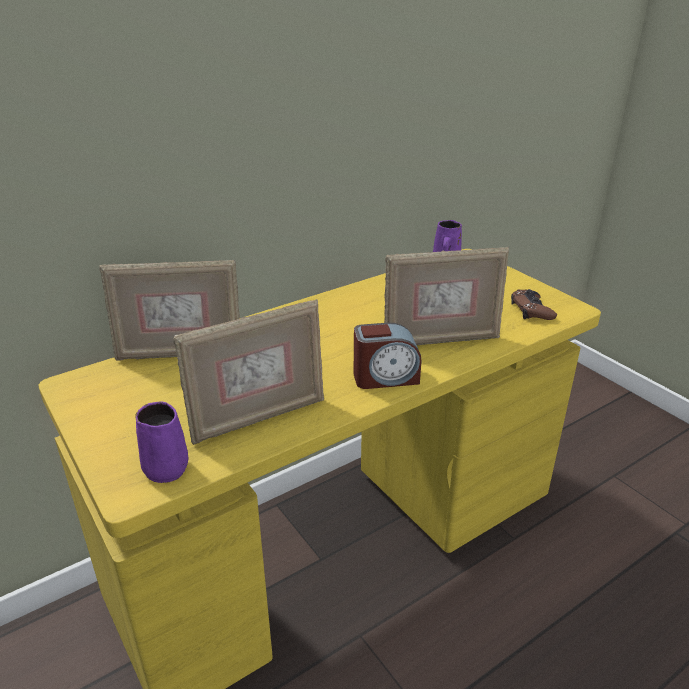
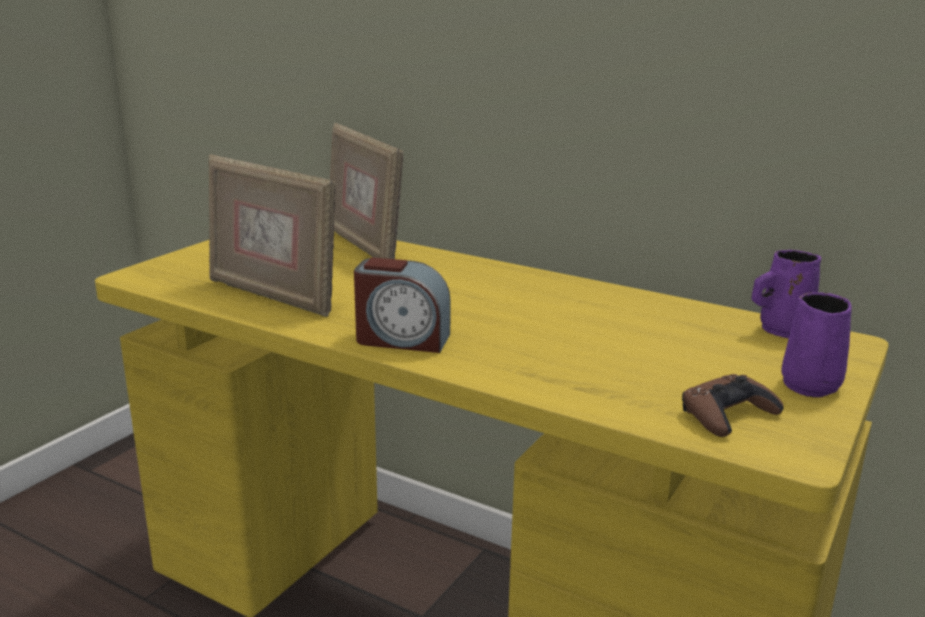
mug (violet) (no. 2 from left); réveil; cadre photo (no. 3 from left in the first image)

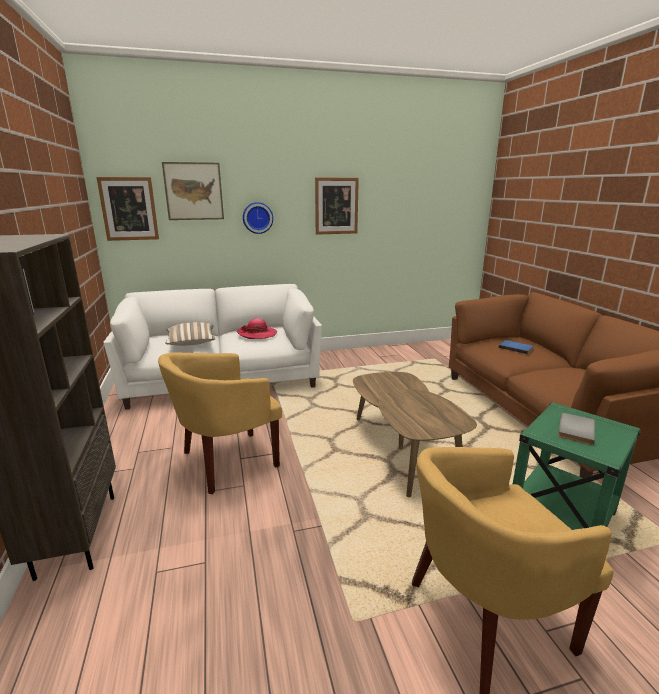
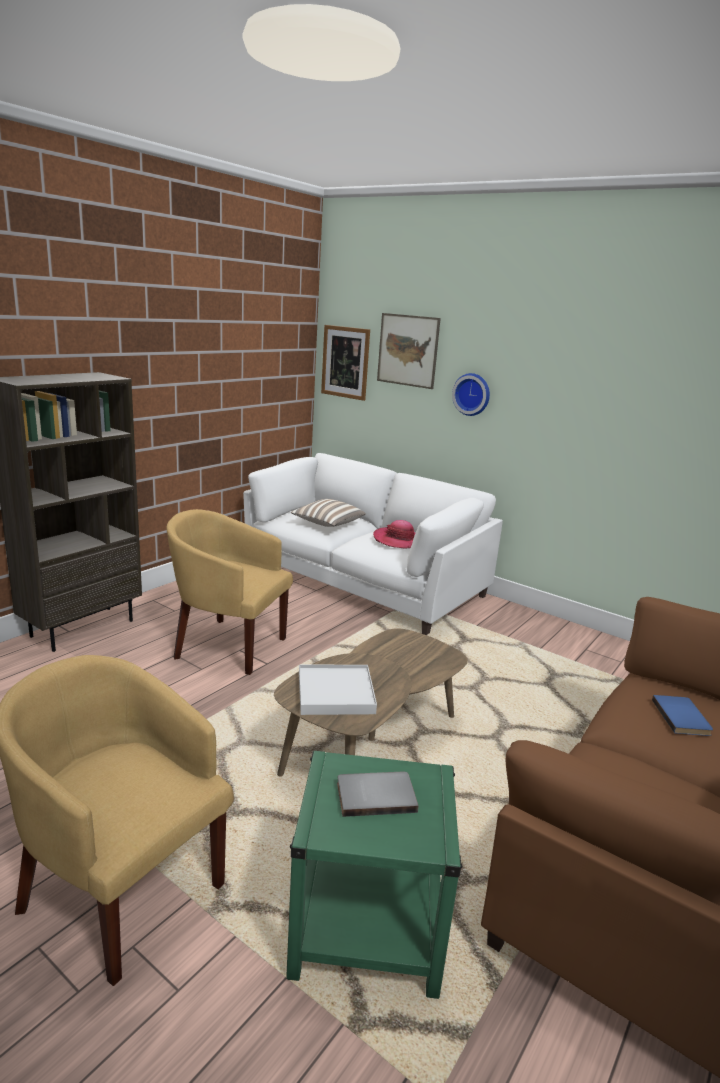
tableau (no. 3 from left in the first image); plateau (blanc)

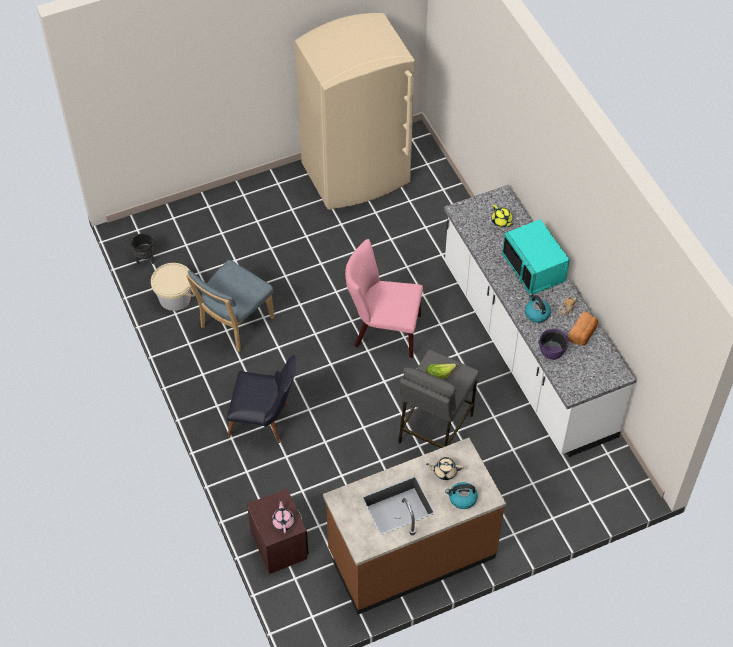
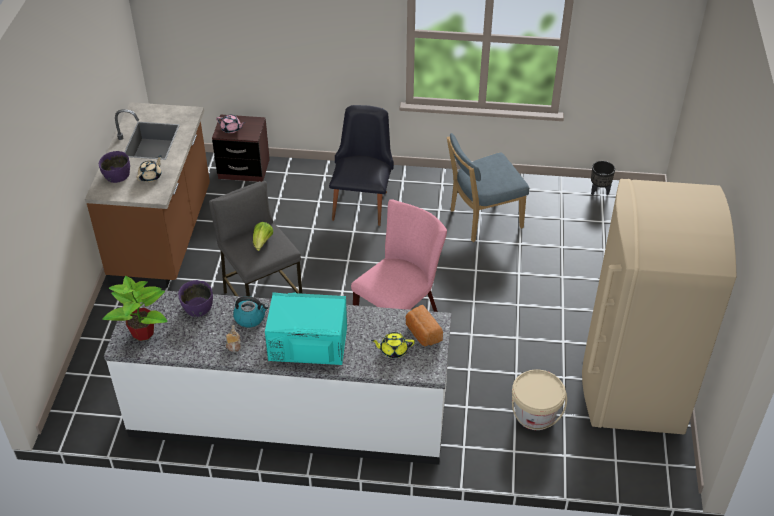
seau (beige); chaise (bleu); chaise (noir); bol (violet) (no. 1 from left); pain; plante en pot

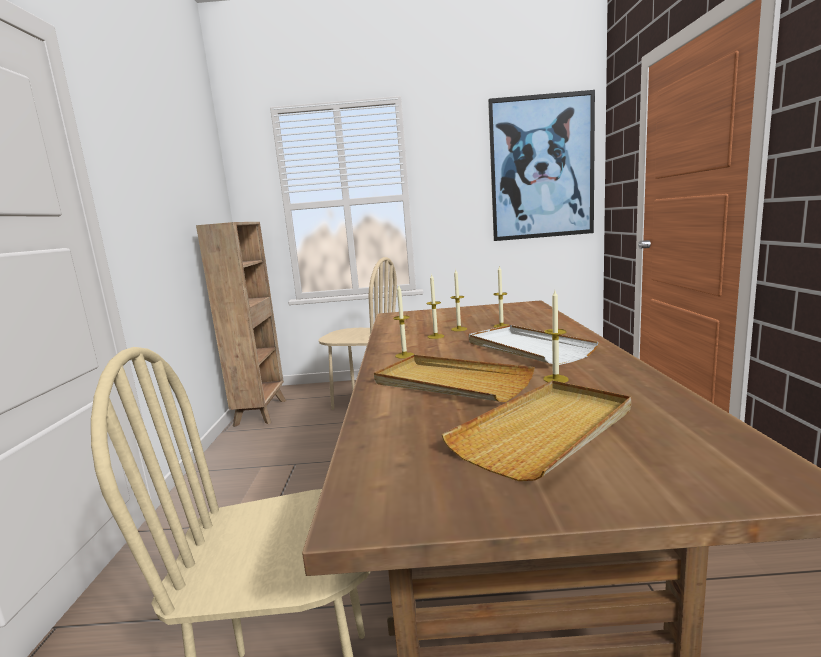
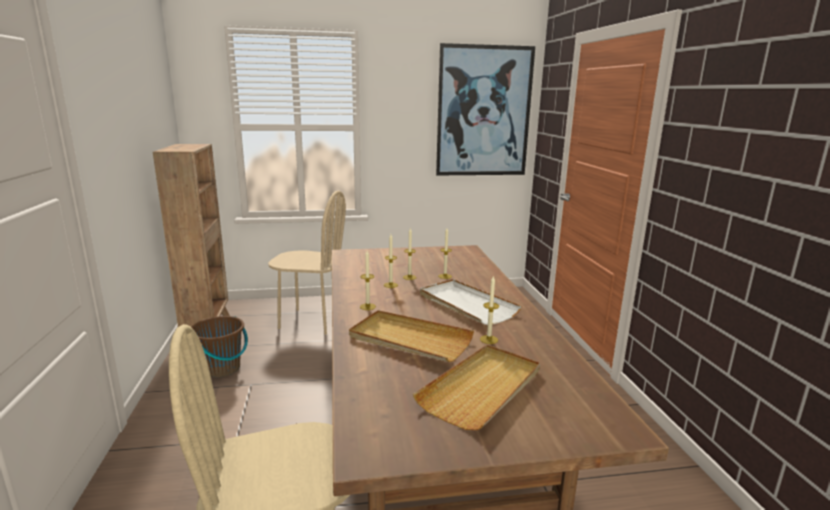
seau (marron)

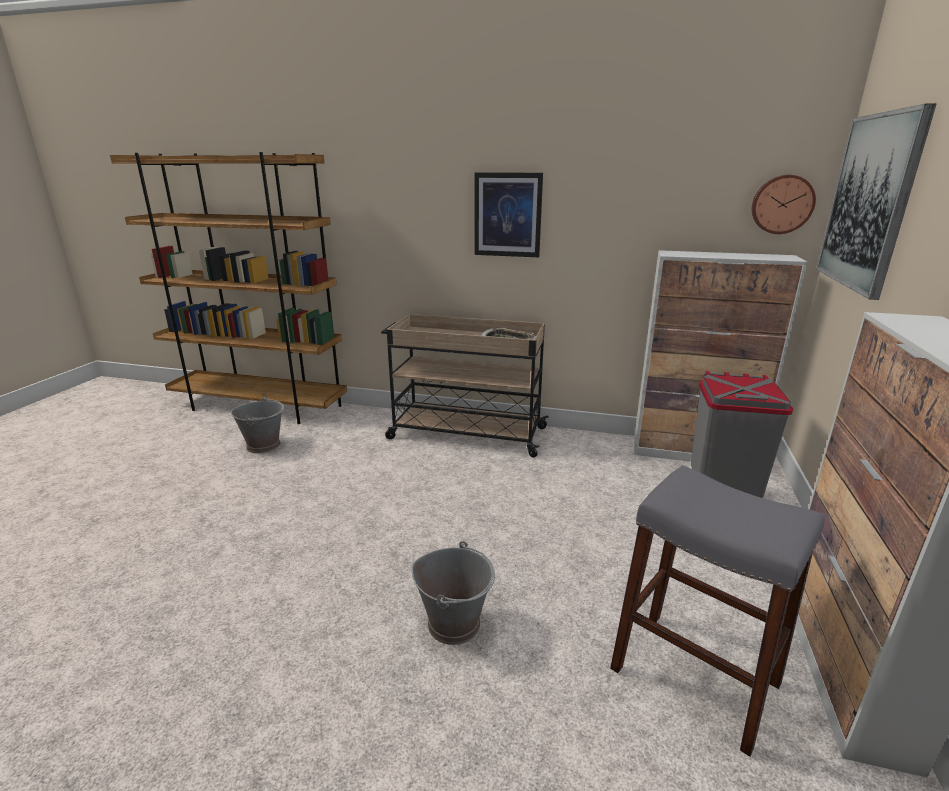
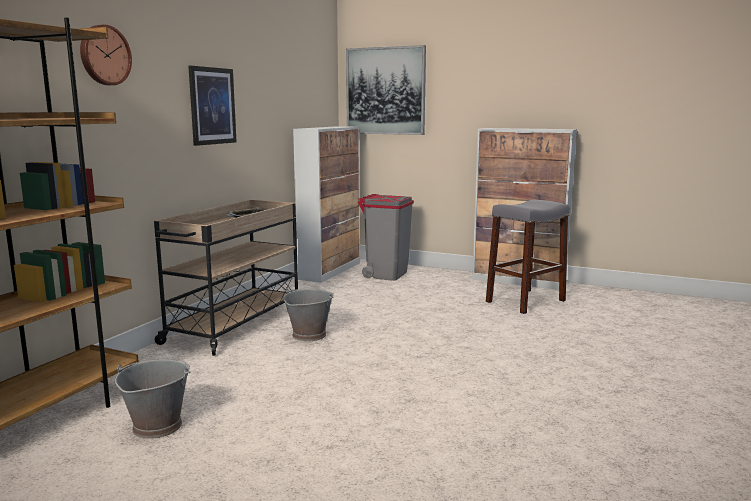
seau (gris) (no. 2 from left); horloge murale

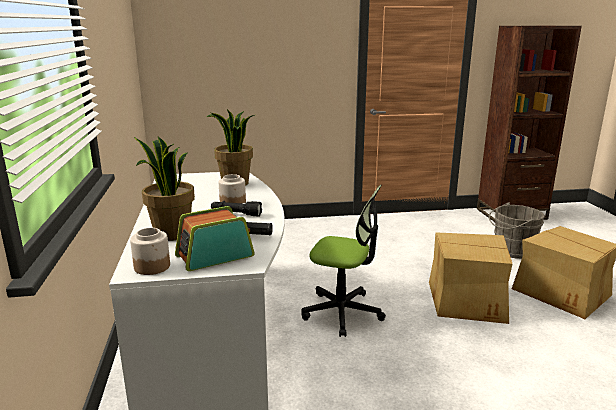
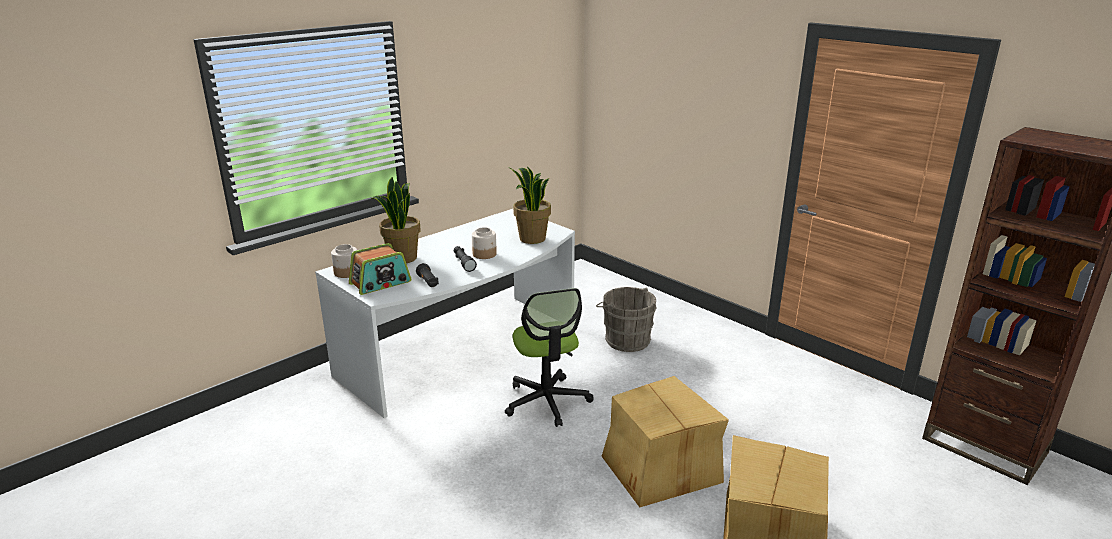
radio; seau (gris)

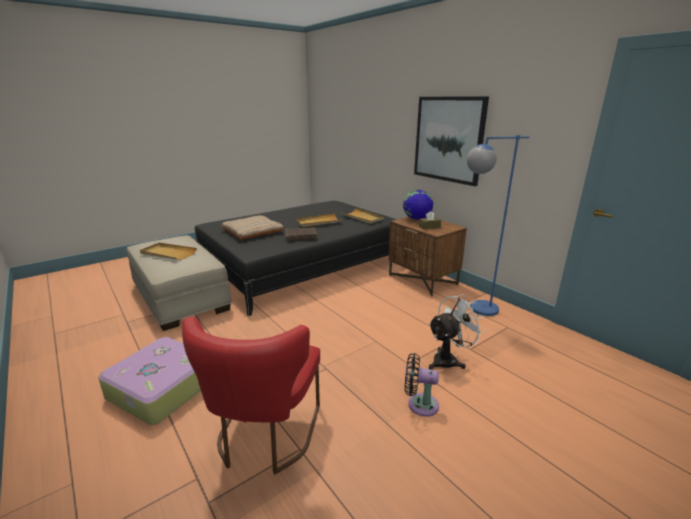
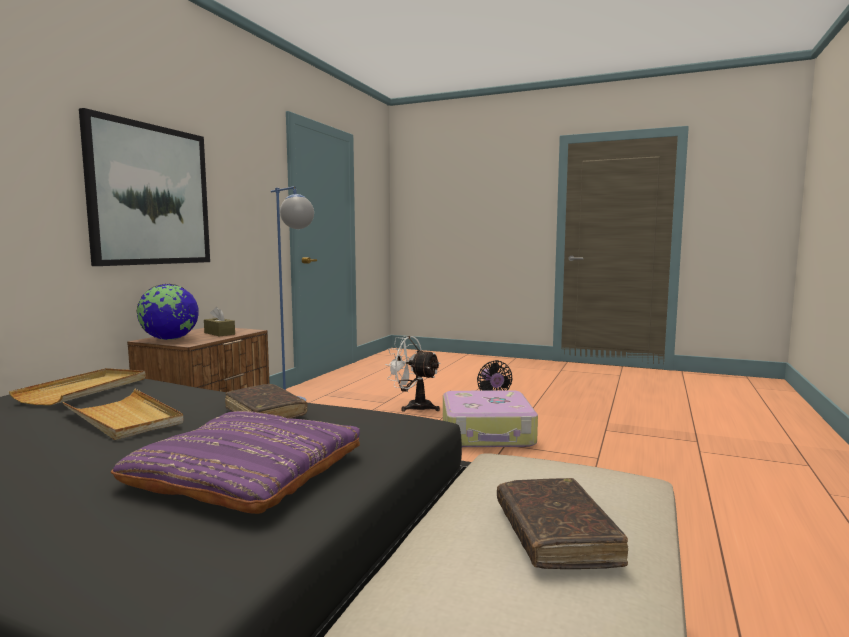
valise; livre (marron) (no. 2 from left); chaise (rouge); coussin (violet)

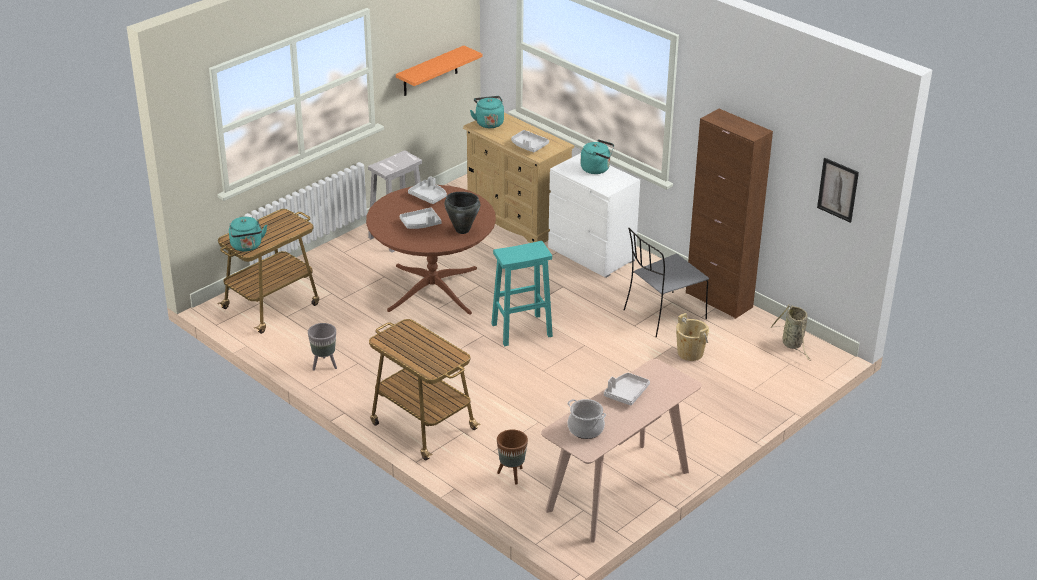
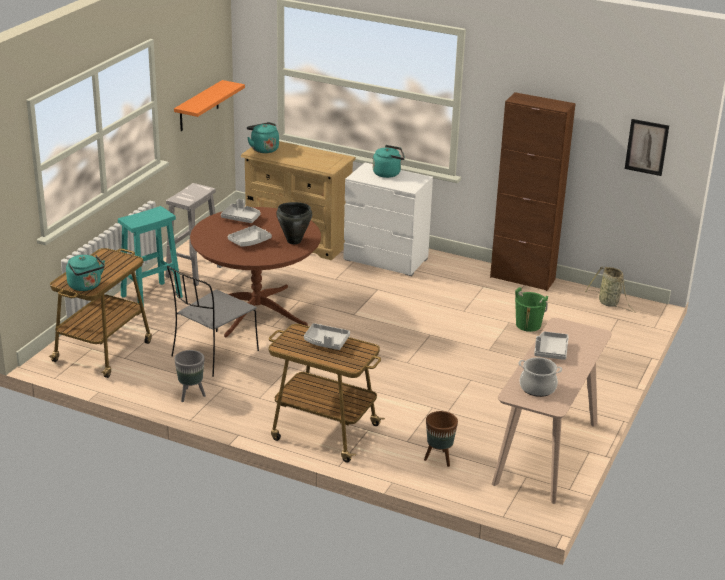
tabouret (turquoise); plateau (gris) (no. 3 from left); chaise (gris); seau (vert)

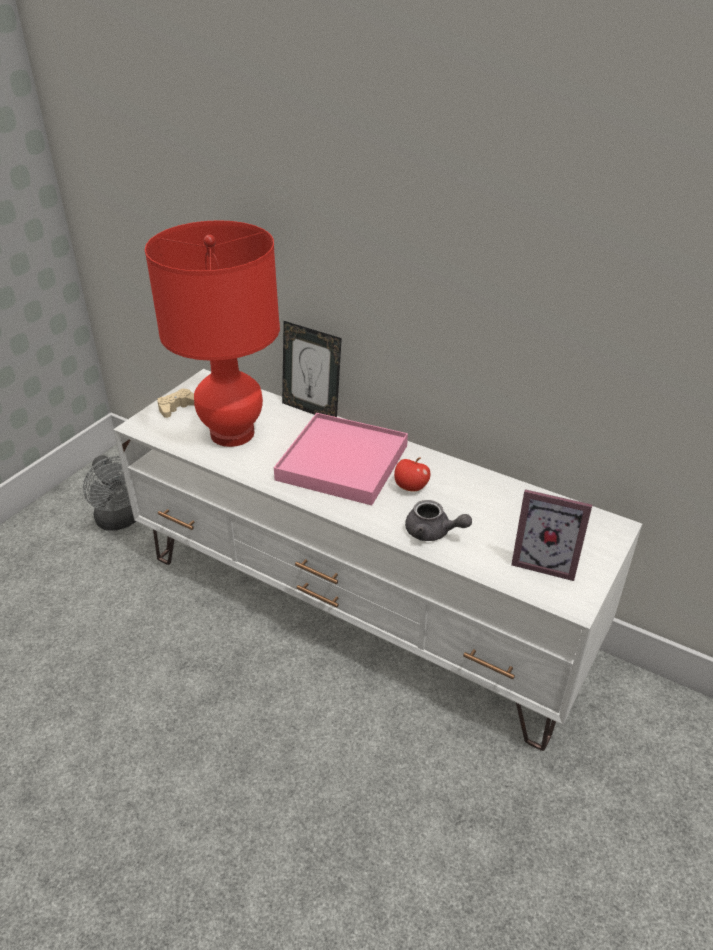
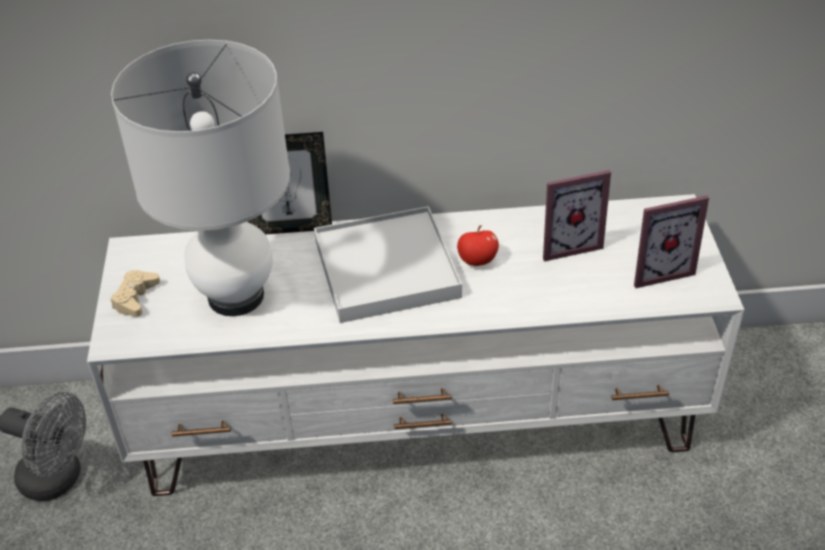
lampe de table (blanc); plateau (blanc); théière (gris); cadre photo (no. 2 from left)

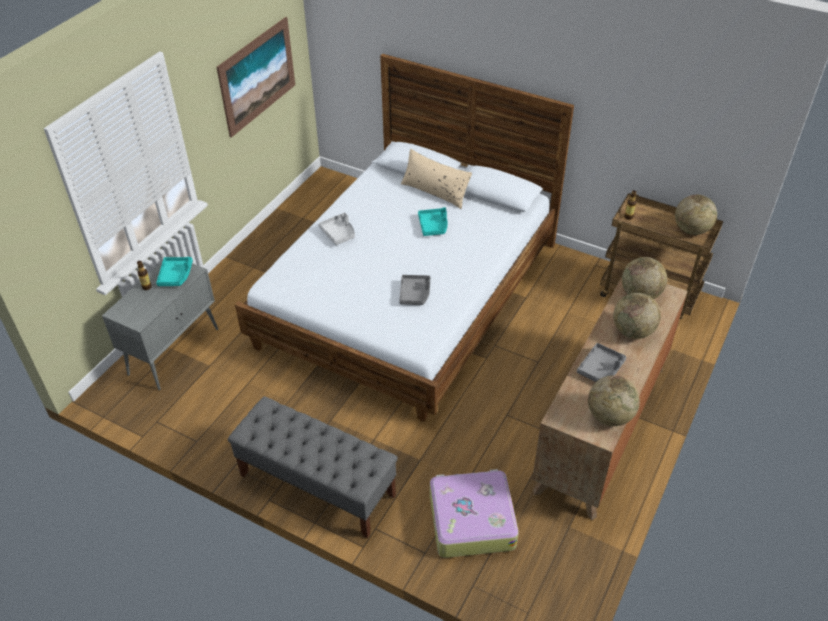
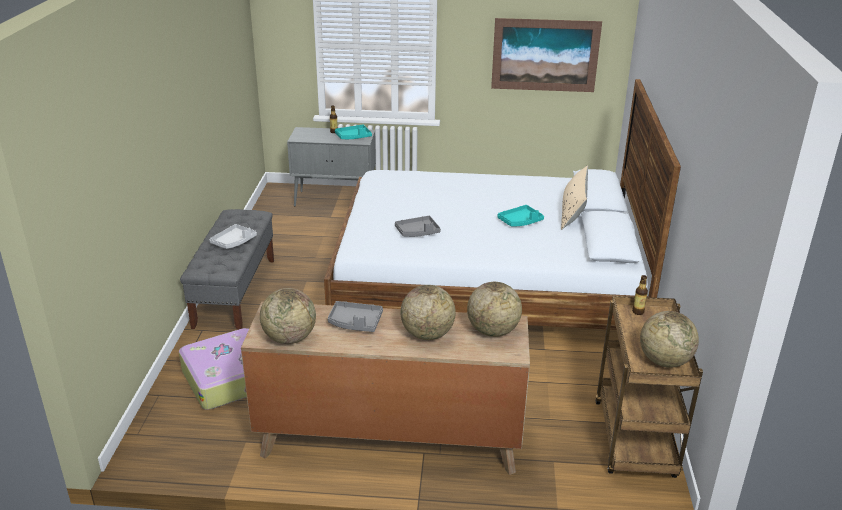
plateau (gris) (no. 1 from left)

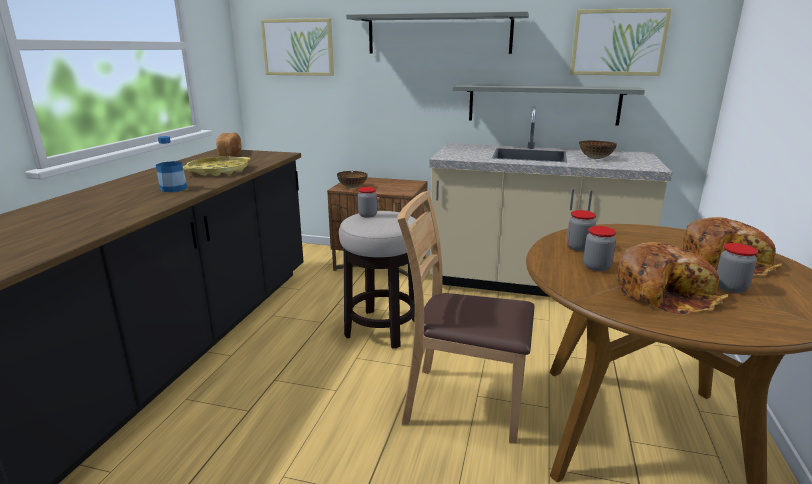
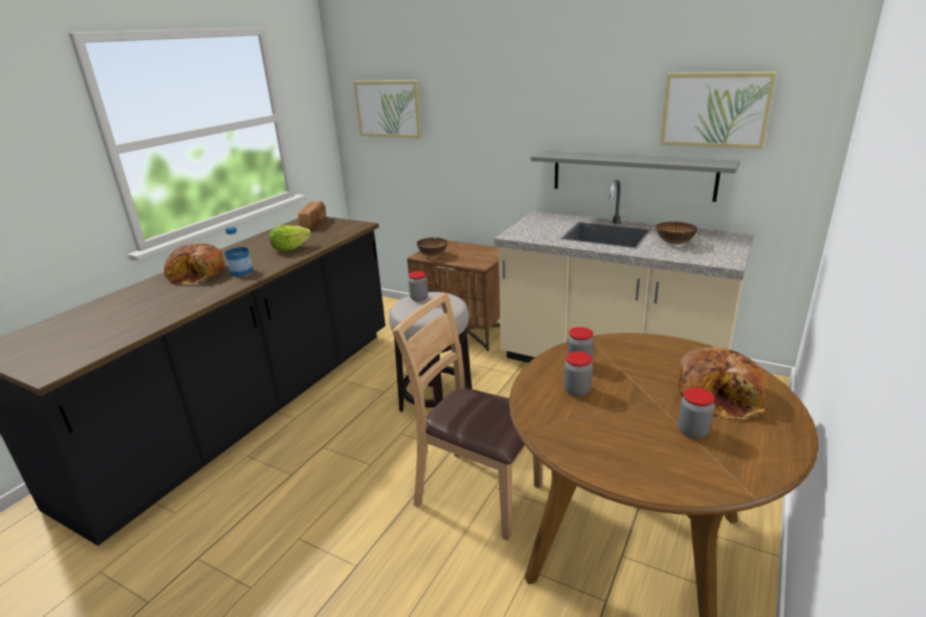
laitue; étagère (gris) (no. 1 from left in the first image); pain (no. 1 from left)

